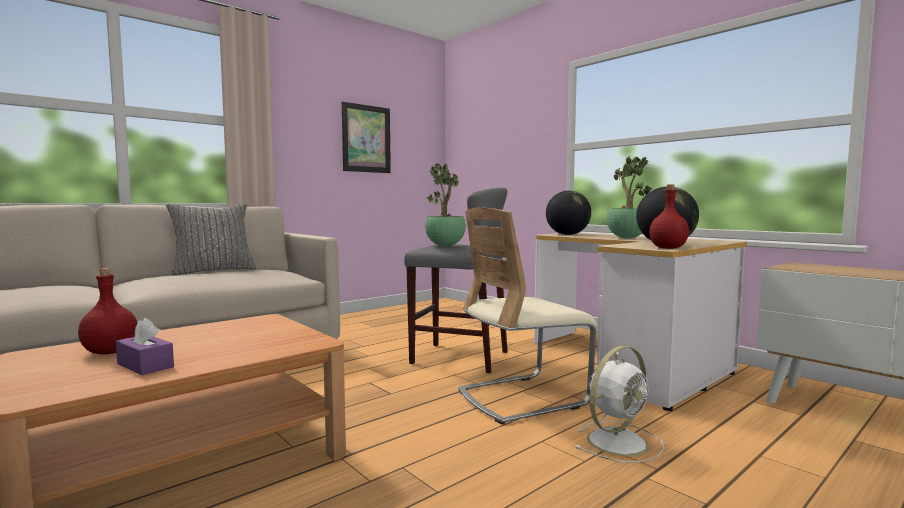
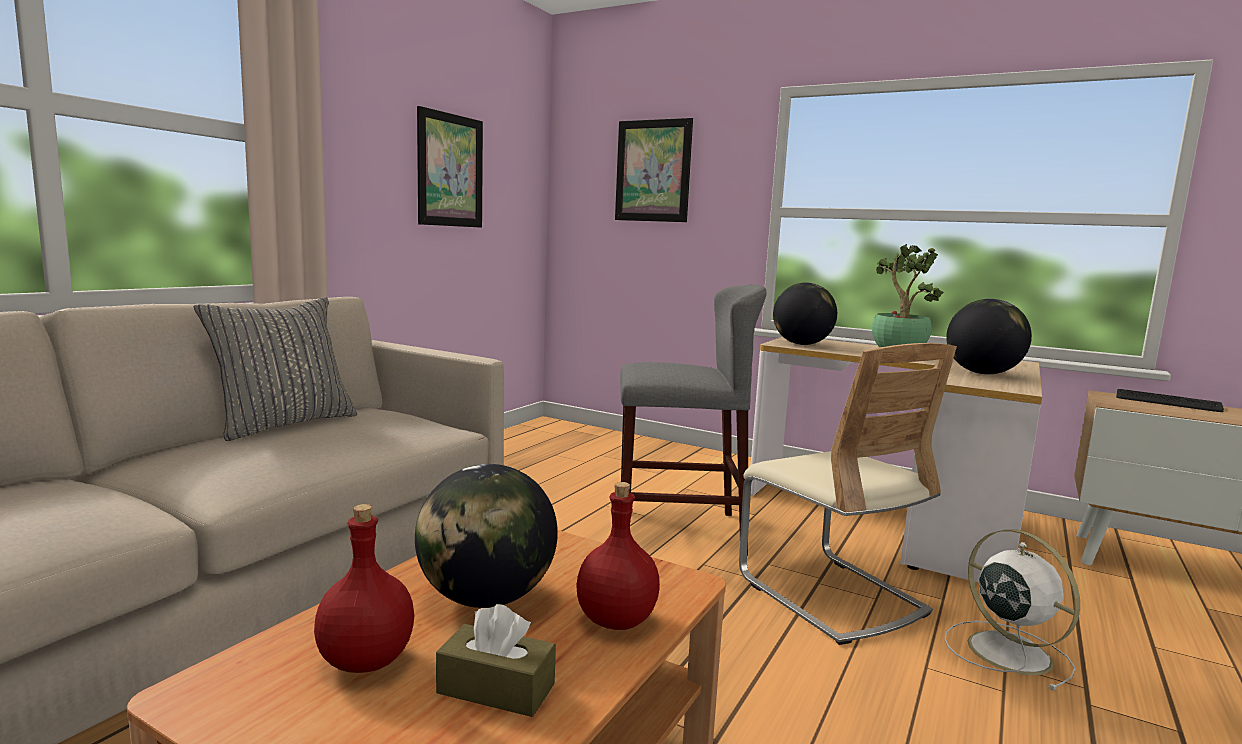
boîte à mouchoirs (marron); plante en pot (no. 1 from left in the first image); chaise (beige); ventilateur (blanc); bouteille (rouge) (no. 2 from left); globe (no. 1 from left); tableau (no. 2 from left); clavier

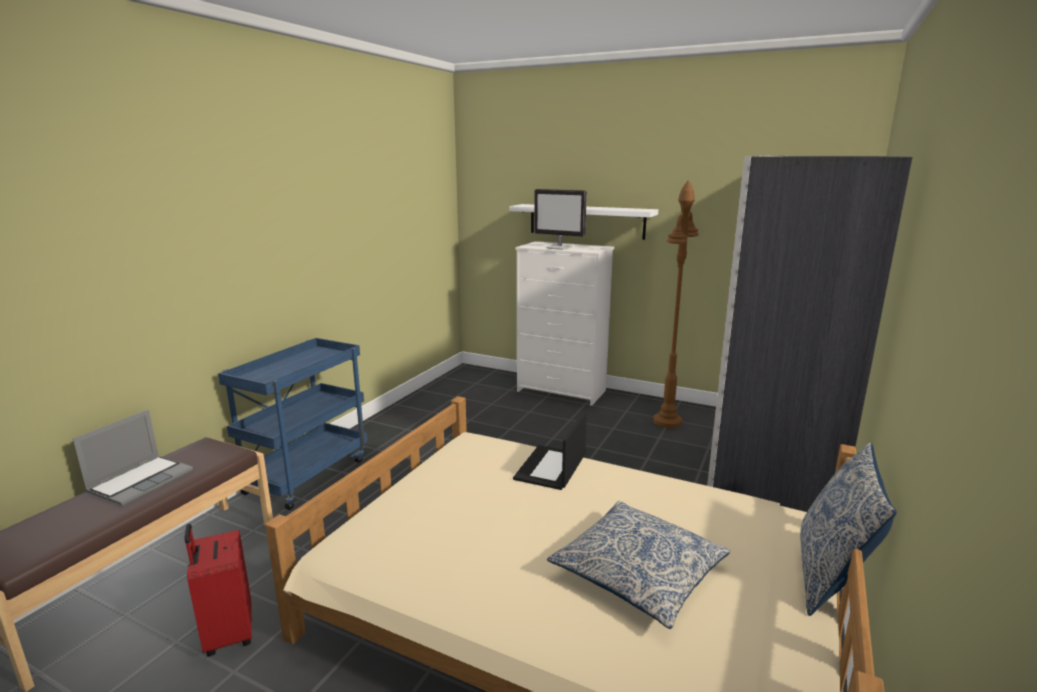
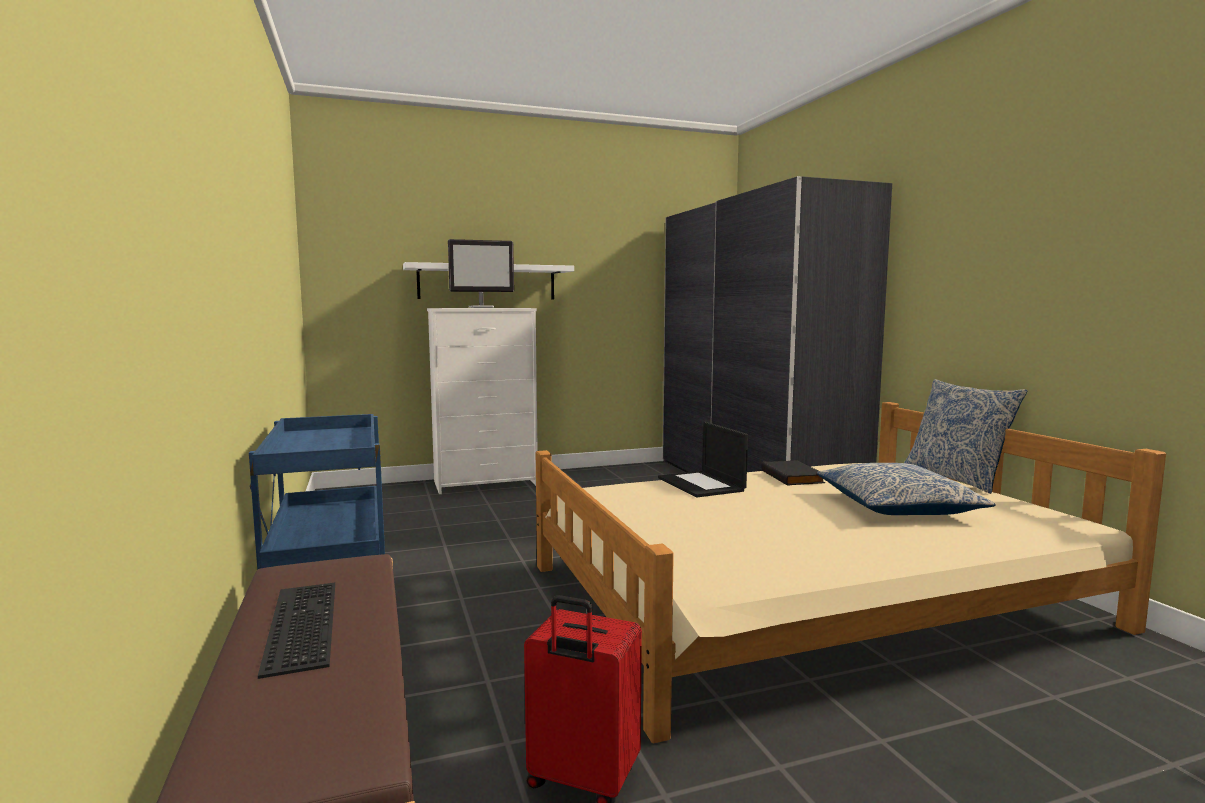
clavier; lampadaire (marron); livre (noir)

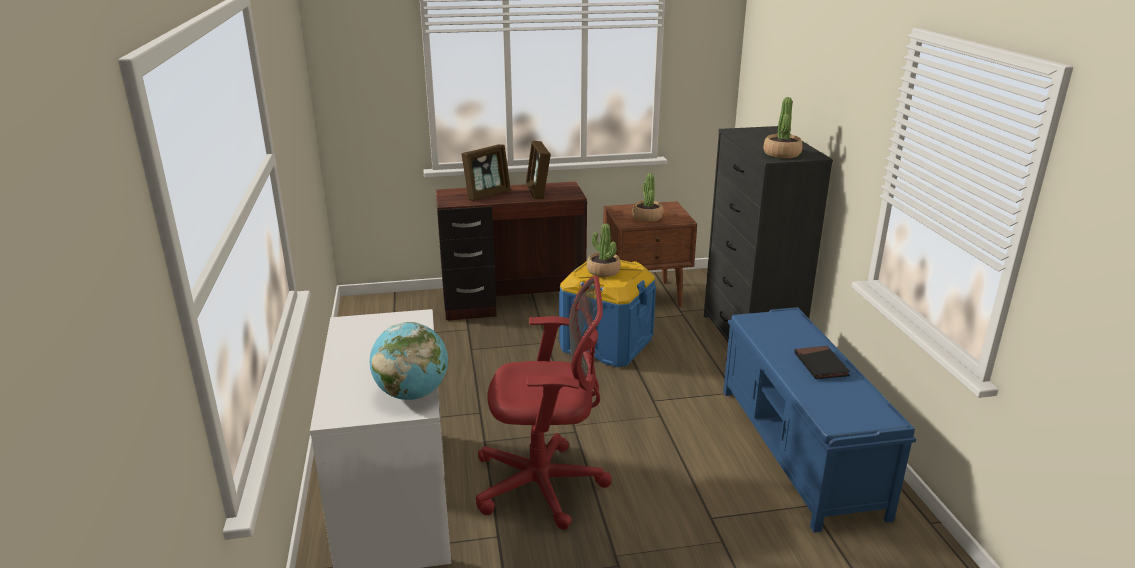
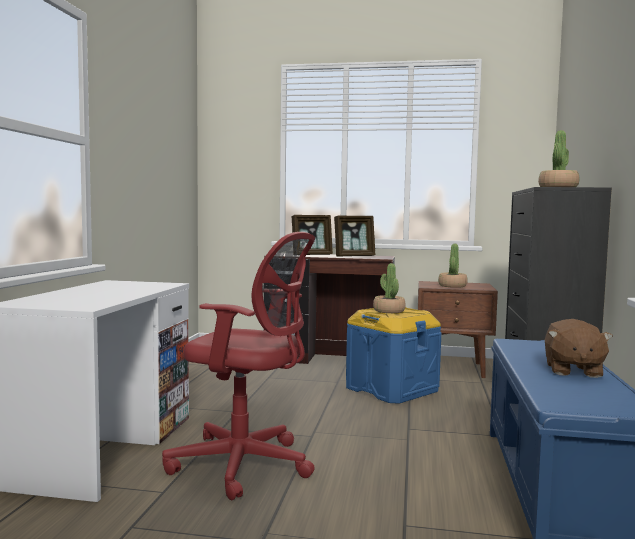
globe; cadre photo (no. 2 from left); peluche (marron)

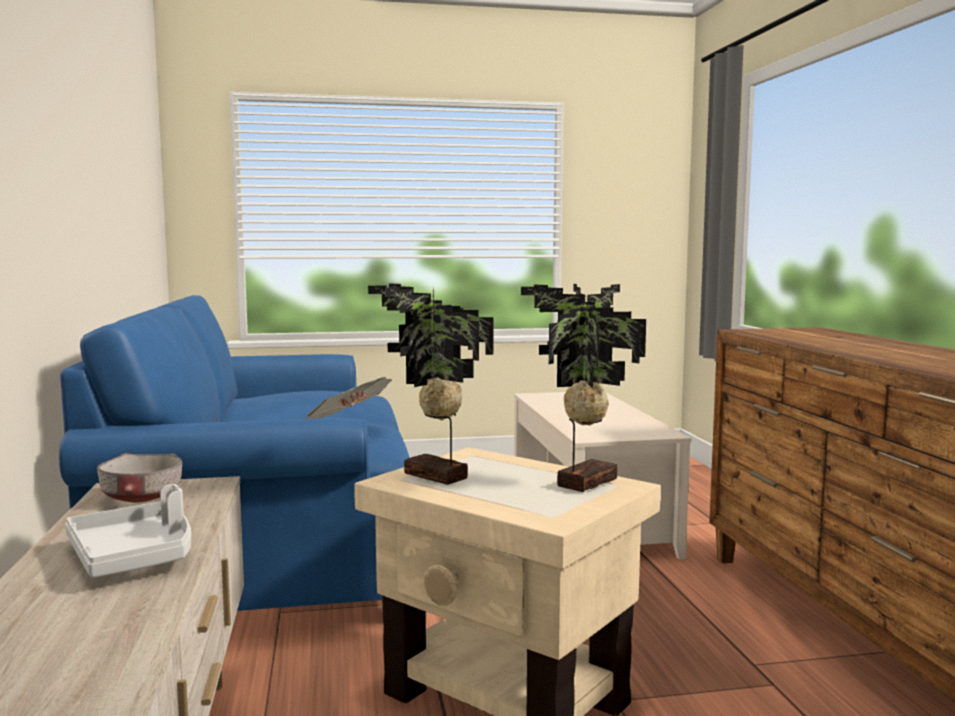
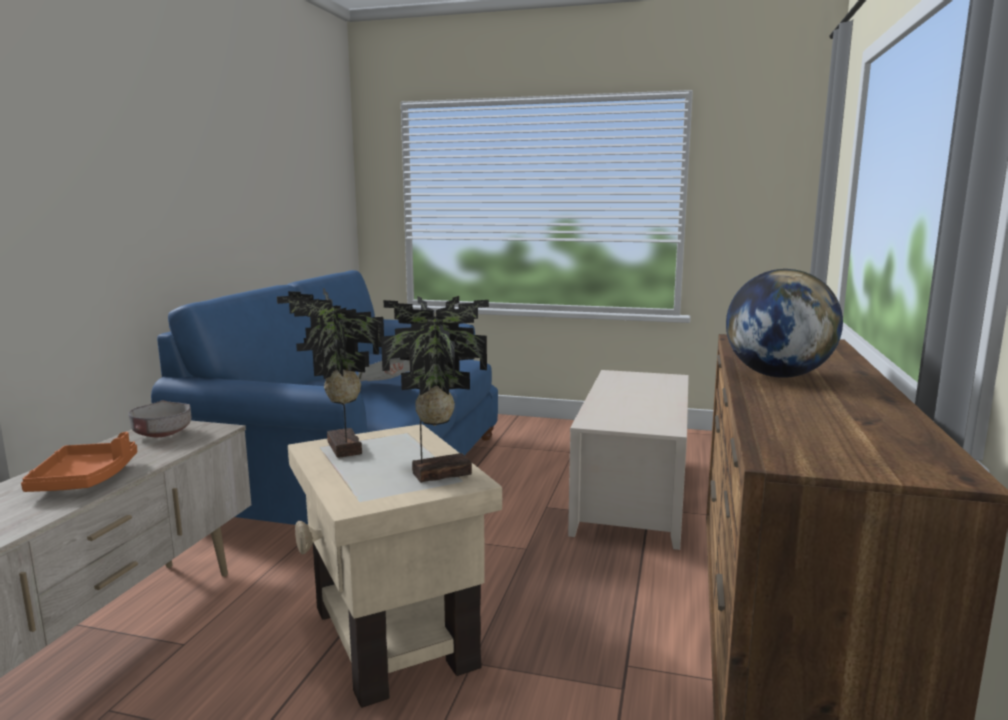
plateau (orange); globe

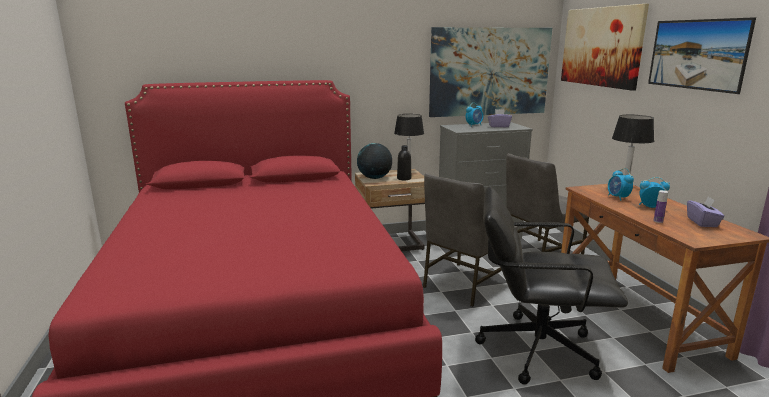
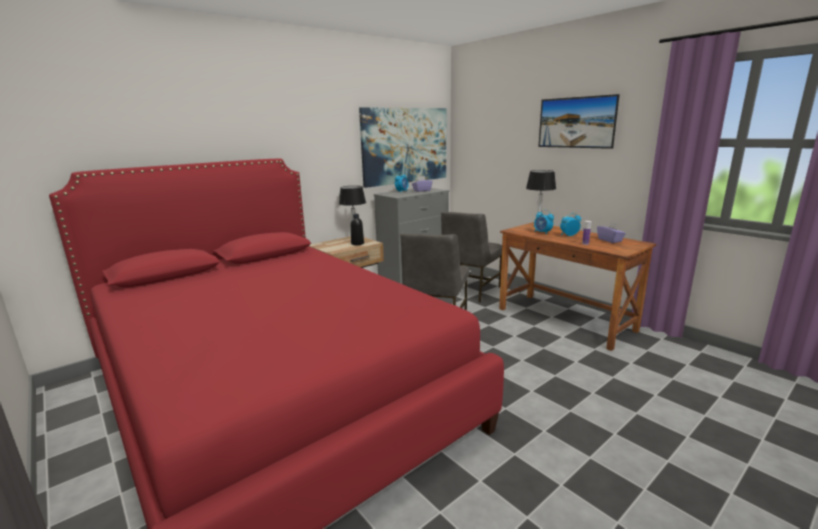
globe; chaise de bureau (noir); tableau (no. 2 from left in the first image)

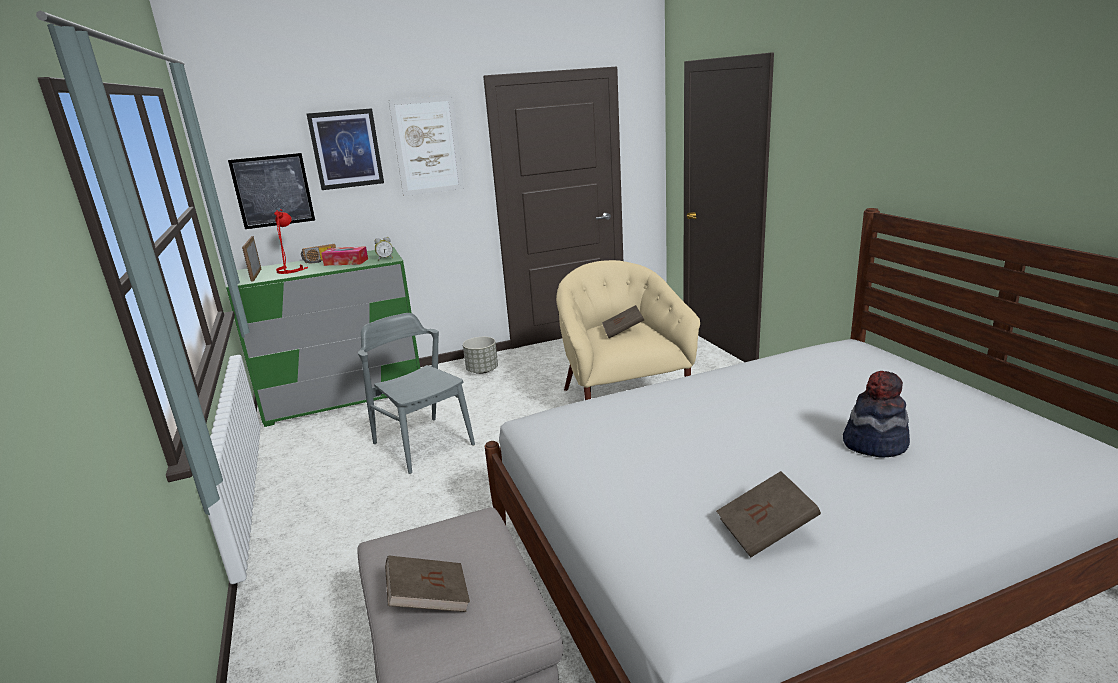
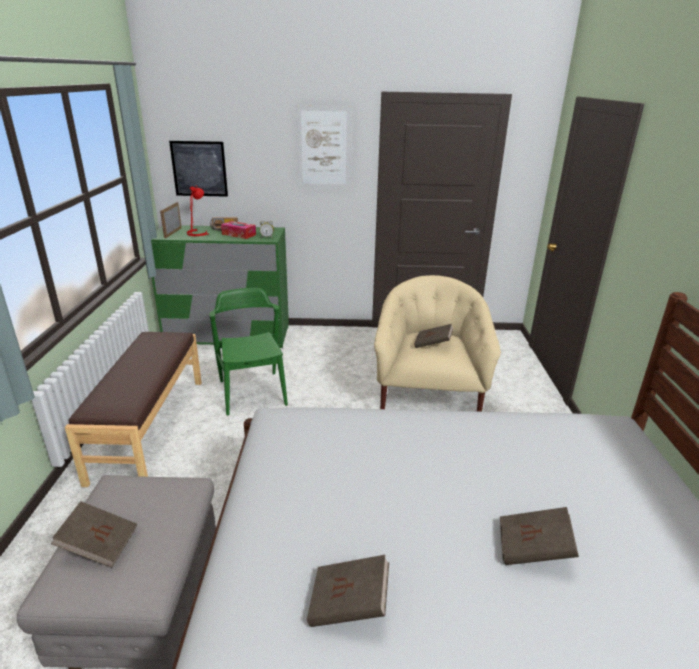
tableau (no. 2 from left in the first image); chaise (vert); cache-pot (gris); livre (marron) (no. 4 from left); banc (marron)

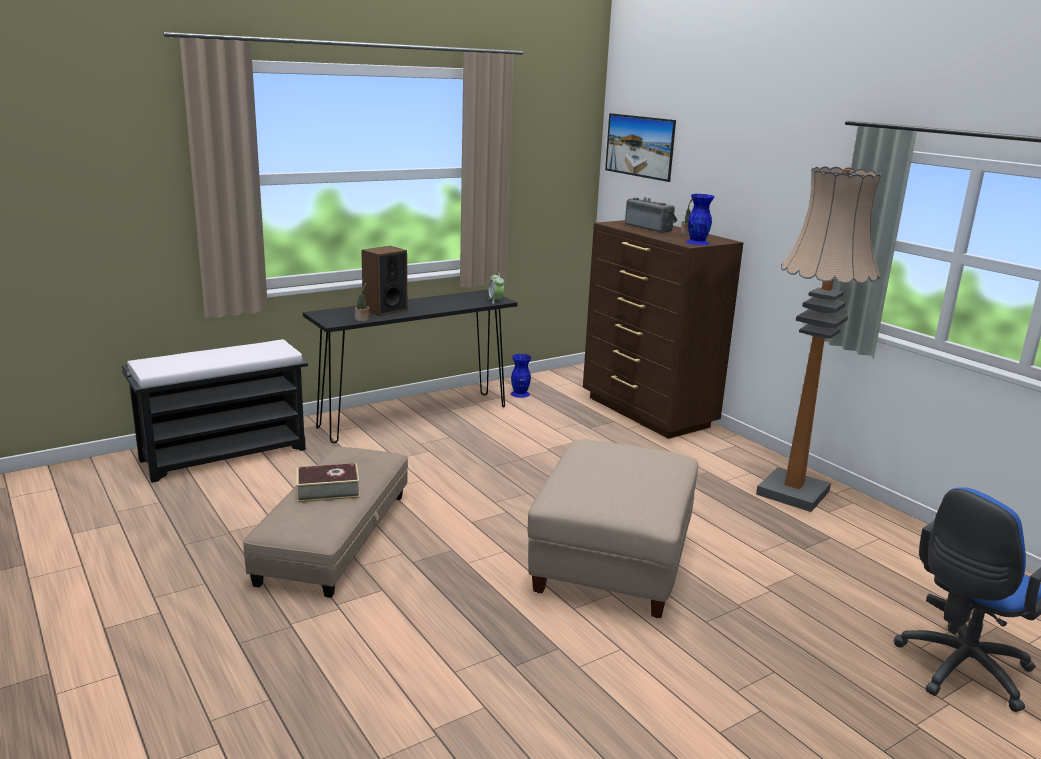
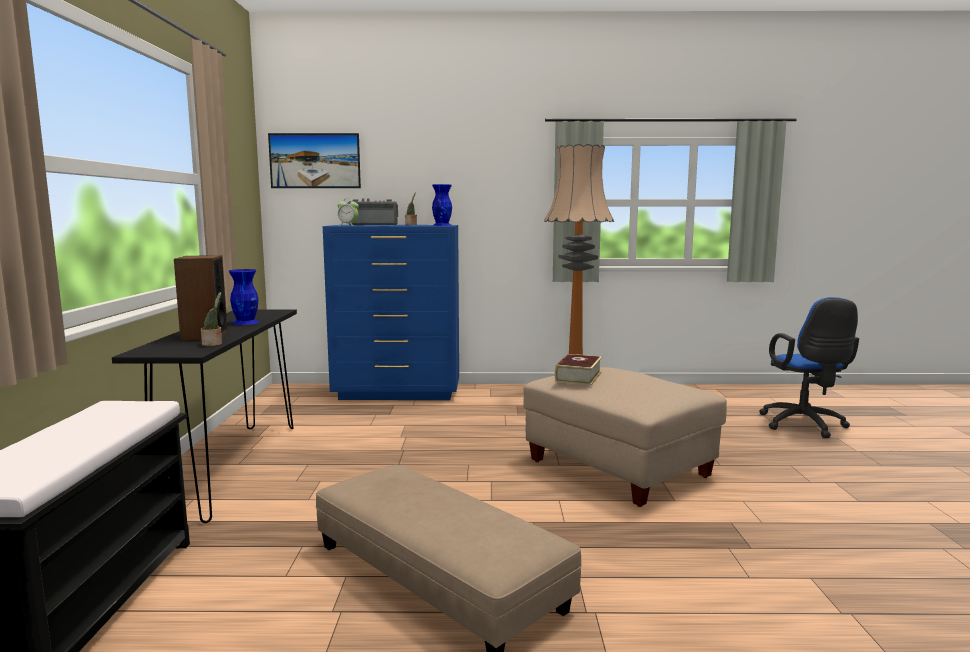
livre; réveil; vase (bleu) (no. 1 from left); commode (bleu)

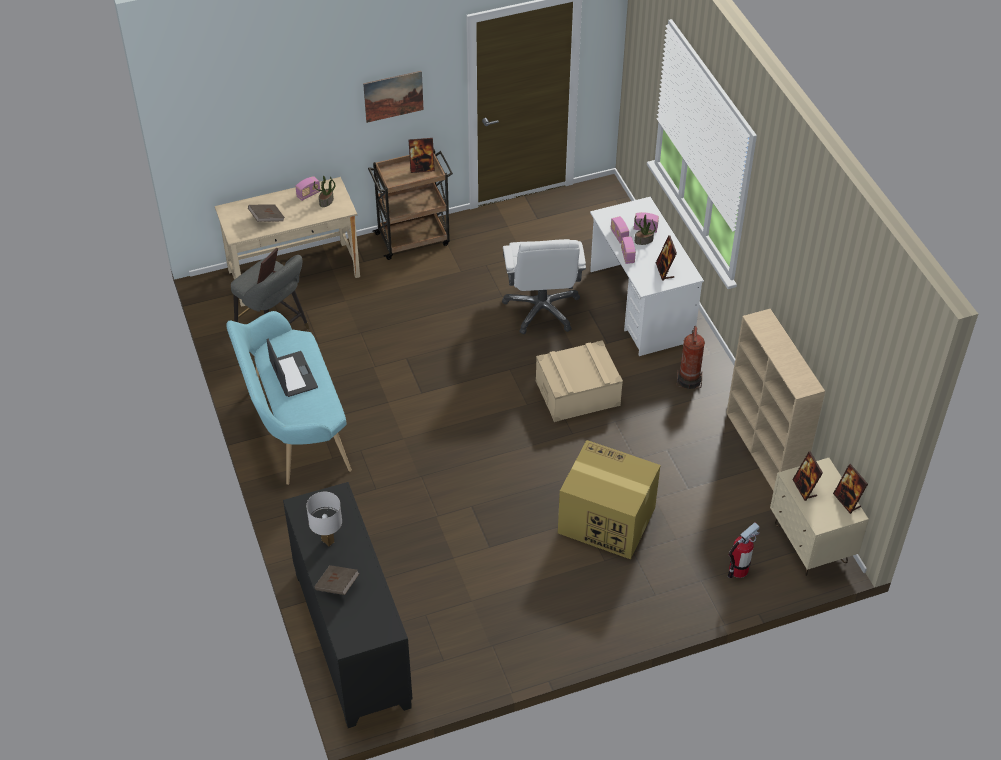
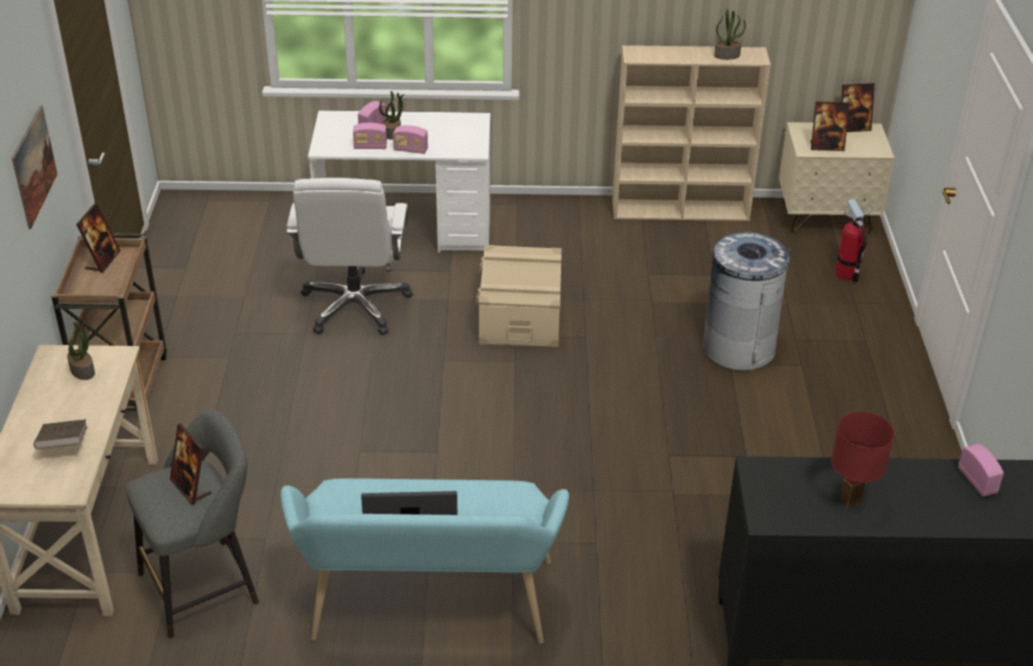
radio (no. 4 from left); lampe de table (rouge); livre (marron) (no. 2 from left in the first image); chaise de bureau (blanc); poubelle (gris); cadre photo (no. 3 from left in the first image); extincteur (no. 1 from left in the first image); plante en pot (no. 3 from left)

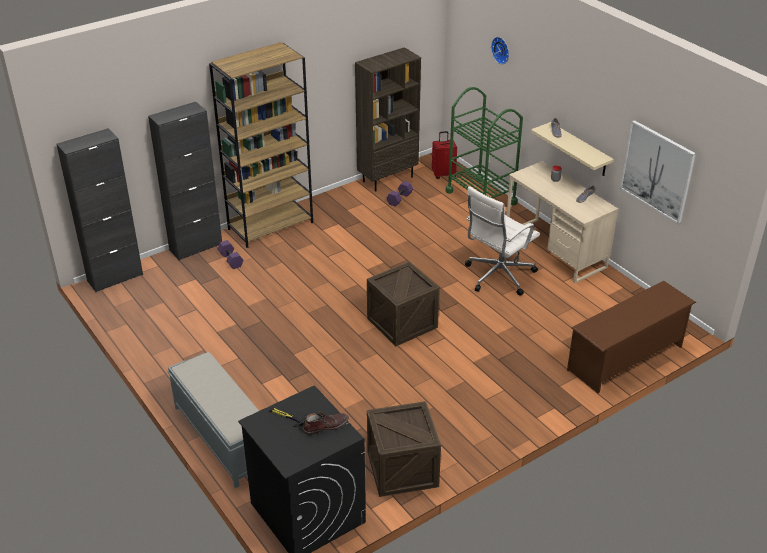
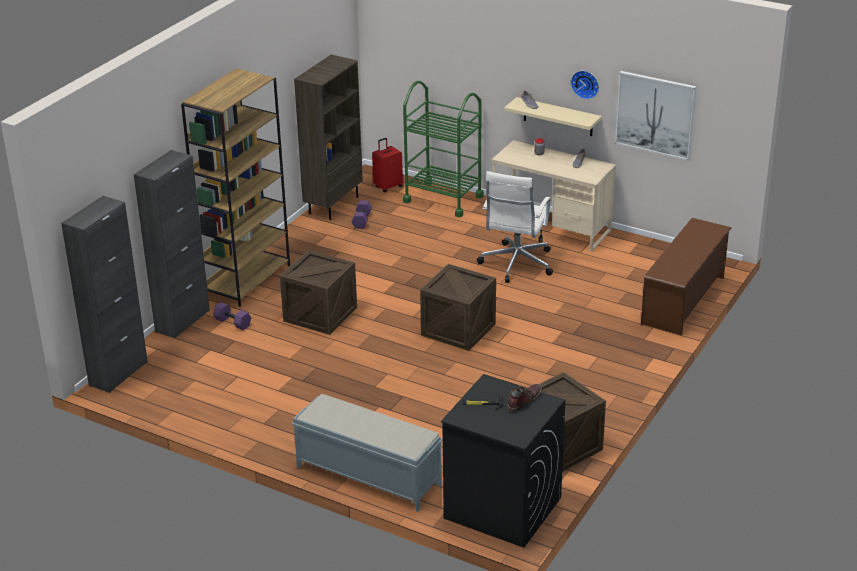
horloge murale; caisse (no. 1 from left)

